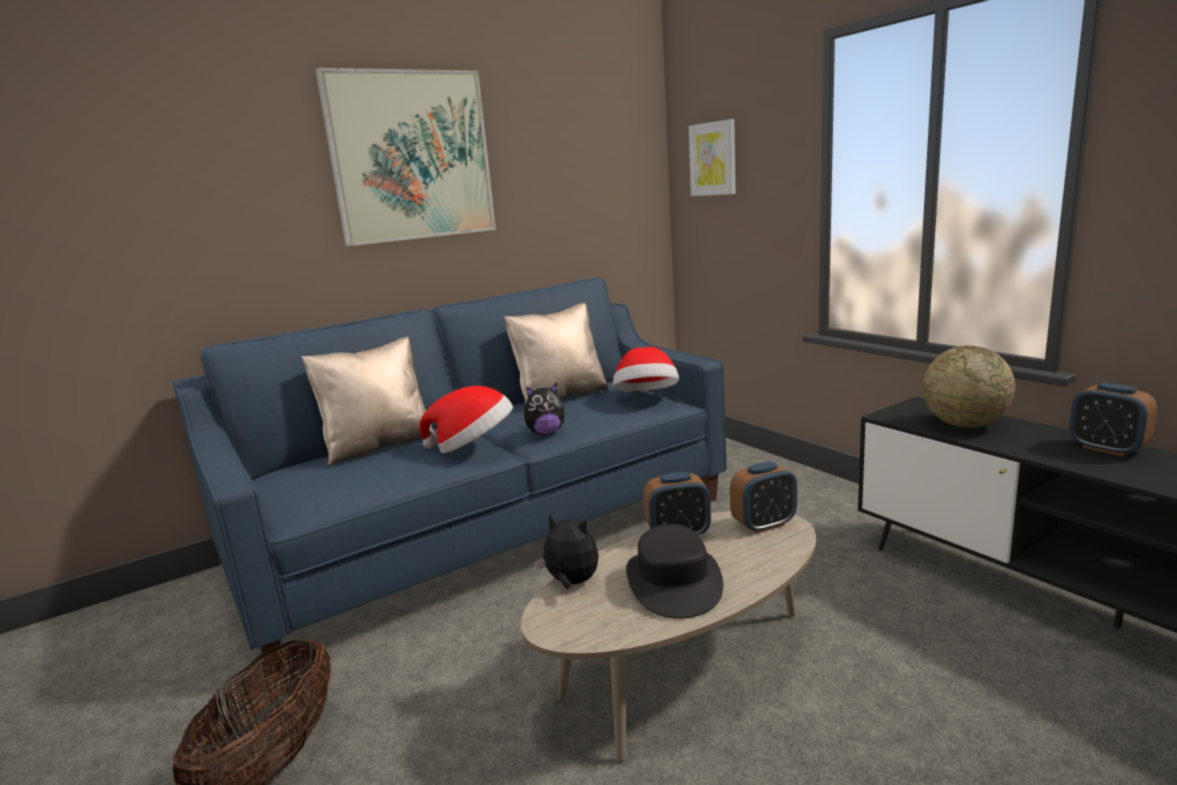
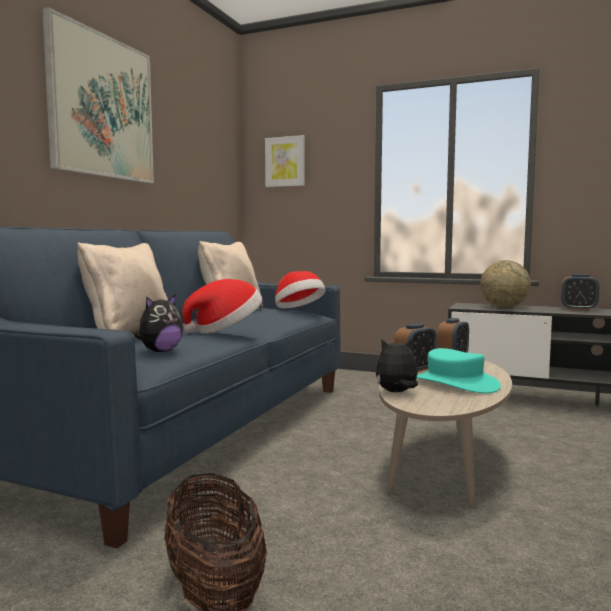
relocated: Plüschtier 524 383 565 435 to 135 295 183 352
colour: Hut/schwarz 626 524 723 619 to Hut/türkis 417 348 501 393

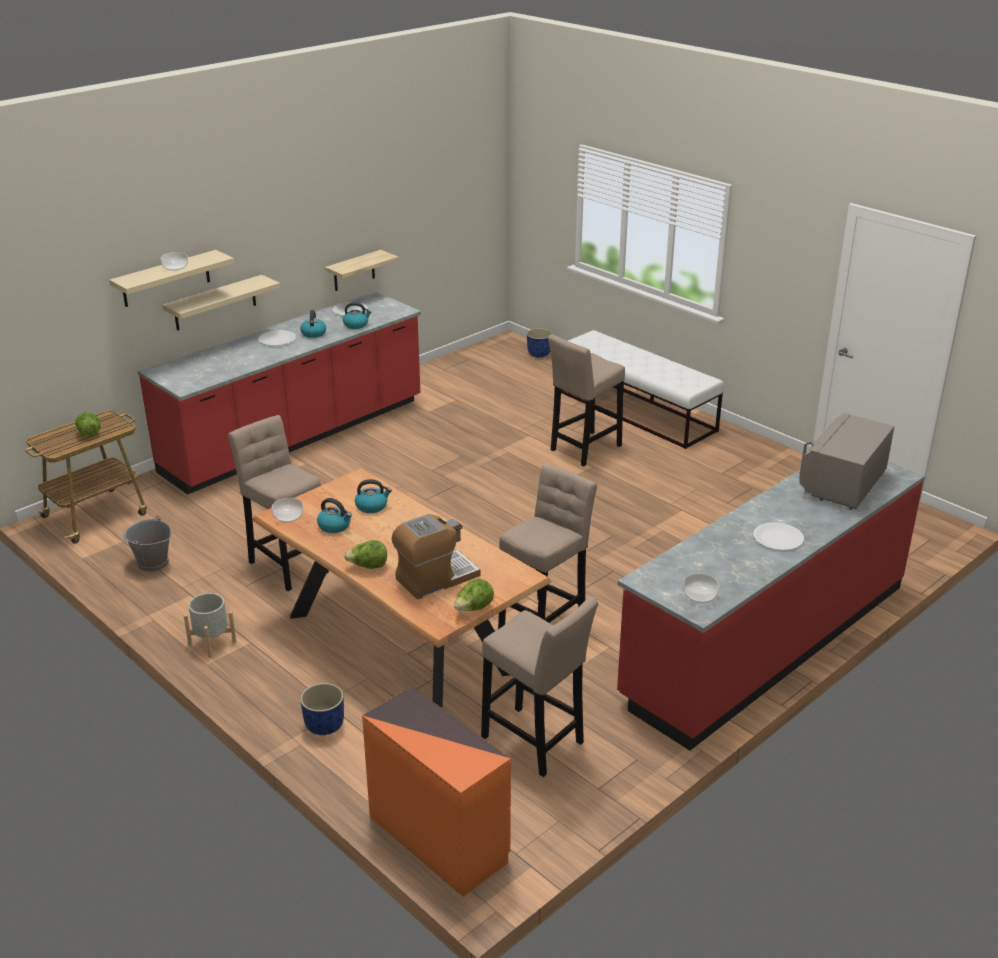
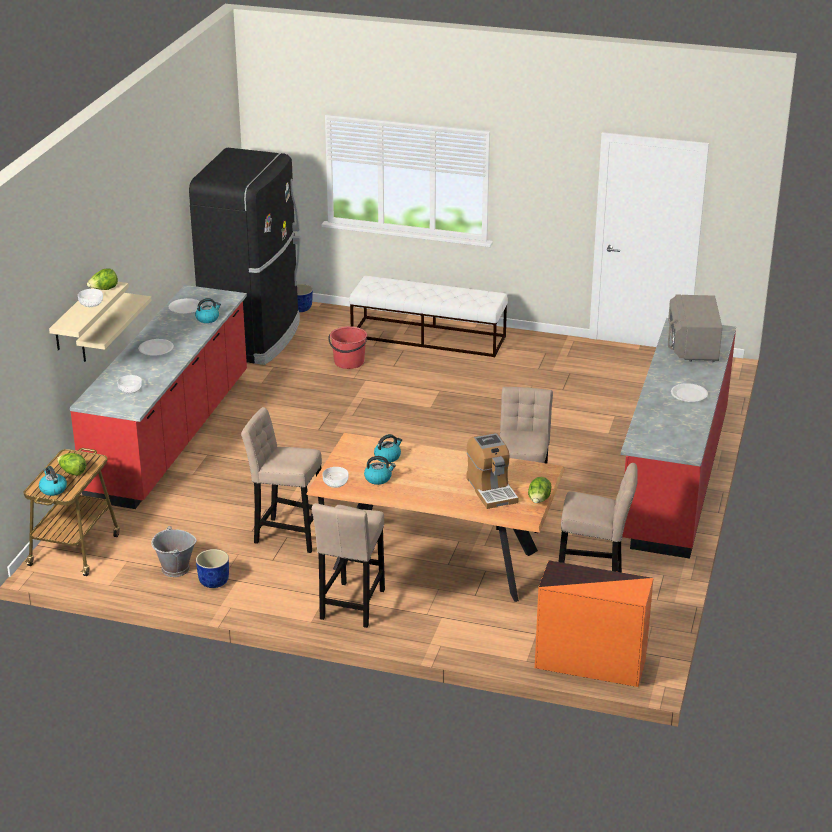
missing: Pflanzkübel/grau 184 593 236 658; Wandregal 325 250 399 291
appeared: Kühlschrank/schwarz 189 148 300 365; Eimer/rot 328 326 367 369
relocated: Wasserkessel 300 310 326 338 to 39 466 67 496; Pflanzkübel/blau 300 683 344 735 to 196 549 229 588; Salatkopf 344 540 387 569 to 87 269 118 290; Hocker/beige 548 334 625 466 to 312 503 385 628; Schüssel 683 574 719 603 to 117 375 142 394
spun: Kaffeemaschine 392 514 481 600 = 466 433 518 509 135 degrees clockwise

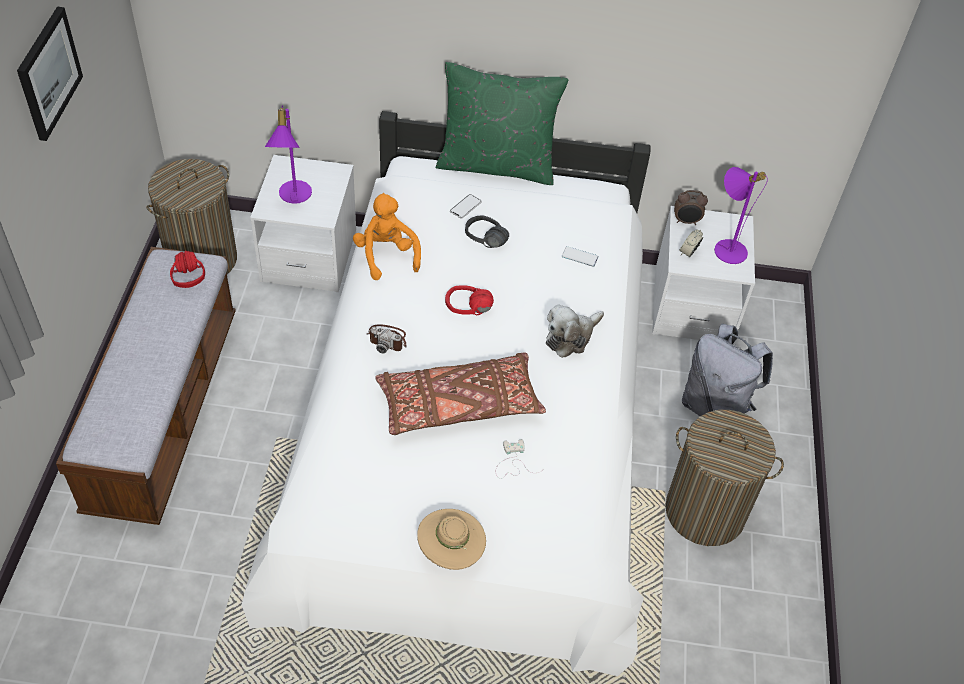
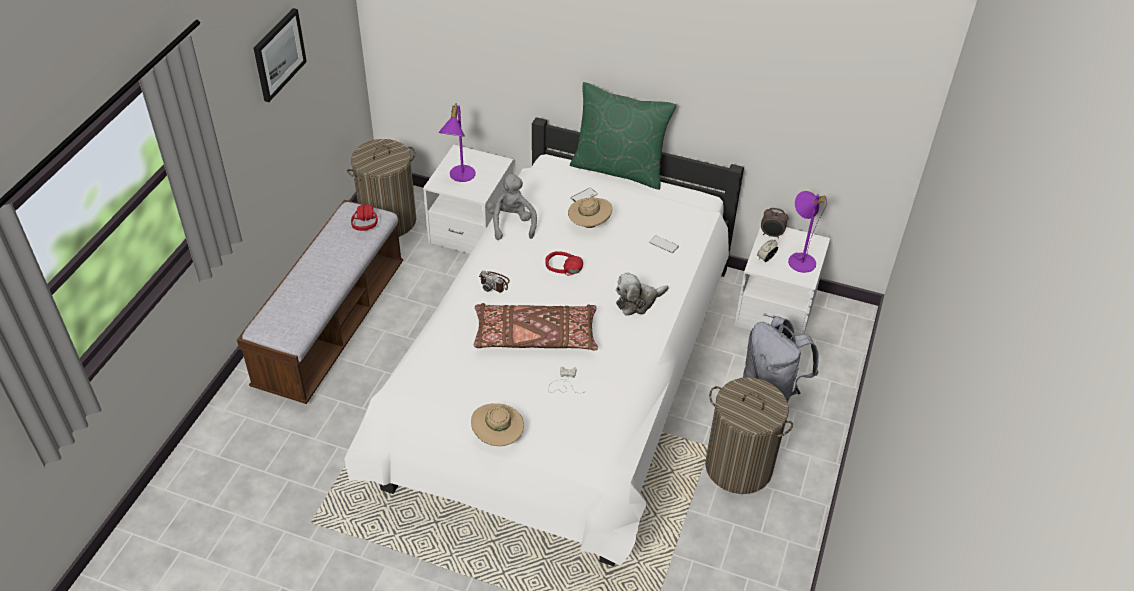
exchanged: Kopfhörer/schwarz 465 216 509 248 to Hut/beige 568 193 612 228
colour: Plüschtier/orange 353 193 421 280 to Plüschtier/grau 486 174 537 240

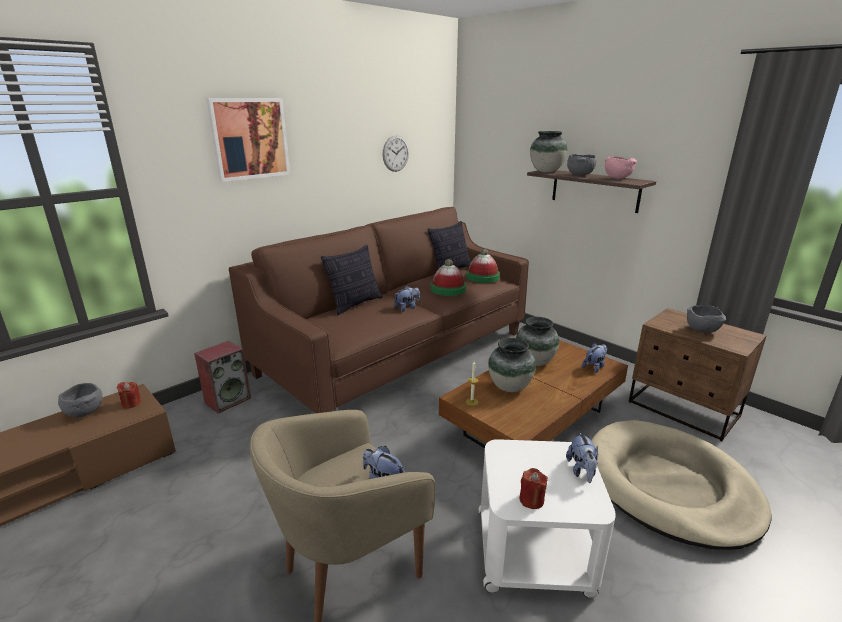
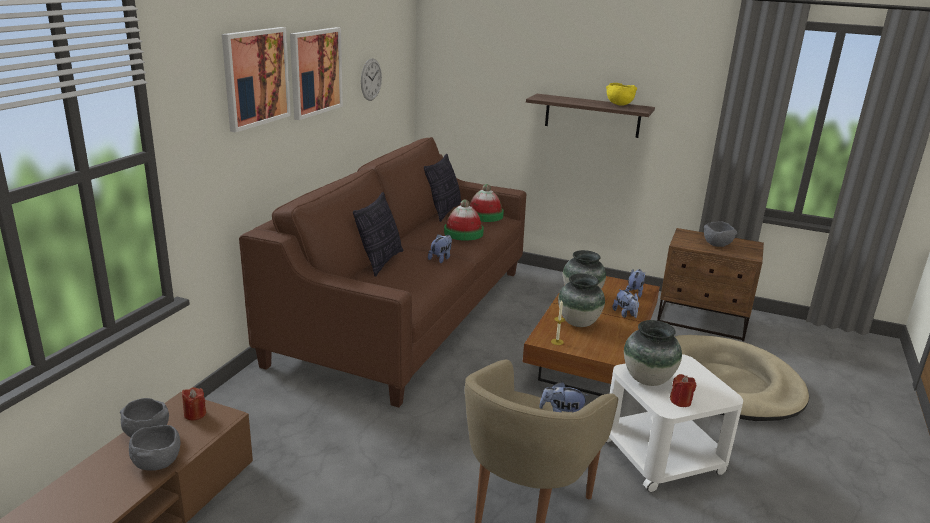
missing: Lautsprecher 194 341 251 414
appeared: Bild 290 27 343 120
relocated: Vase 530 131 567 173 to 624 320 682 386; Plüschtier 566 431 598 483 to 612 289 639 318; Schüssel/grau 567 154 597 176 to 129 425 180 471
colour: Schüssel/rosa 605 156 637 179 to Schüssel/gelb 606 83 637 106

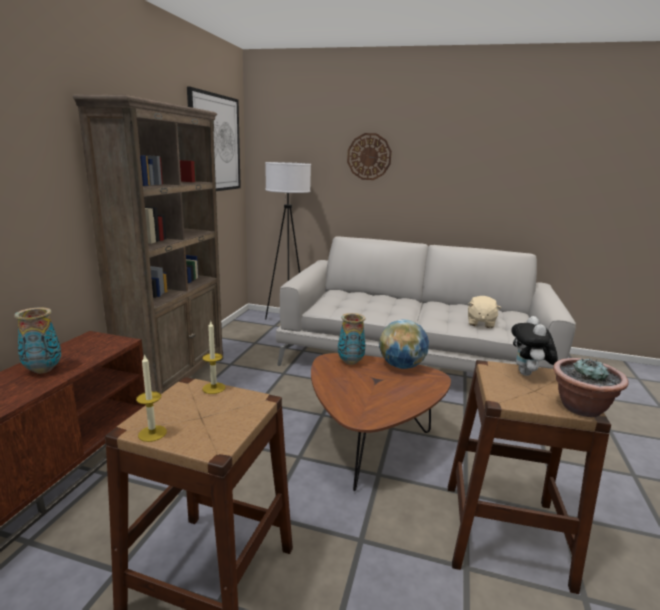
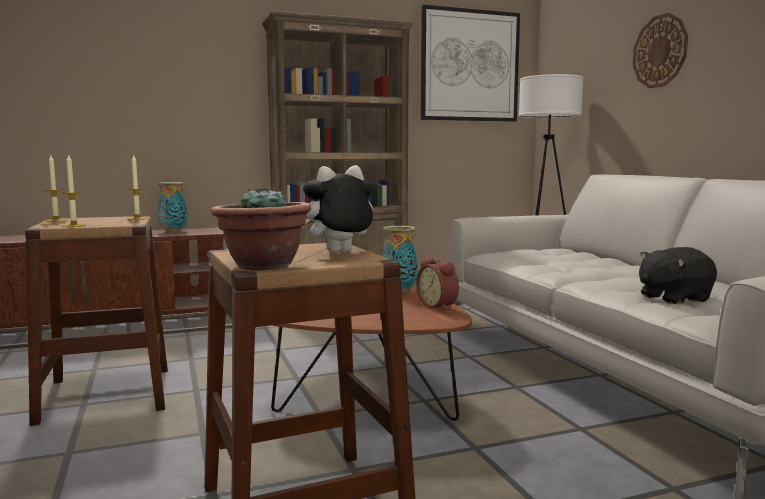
appeared: Kerze 61 155 86 227
exchanged: Globus 379 319 429 369 to Wecker 416 257 459 311
colour: Plüschtier/beige 468 296 501 328 to Plüschtier/schwarz 639 247 717 304

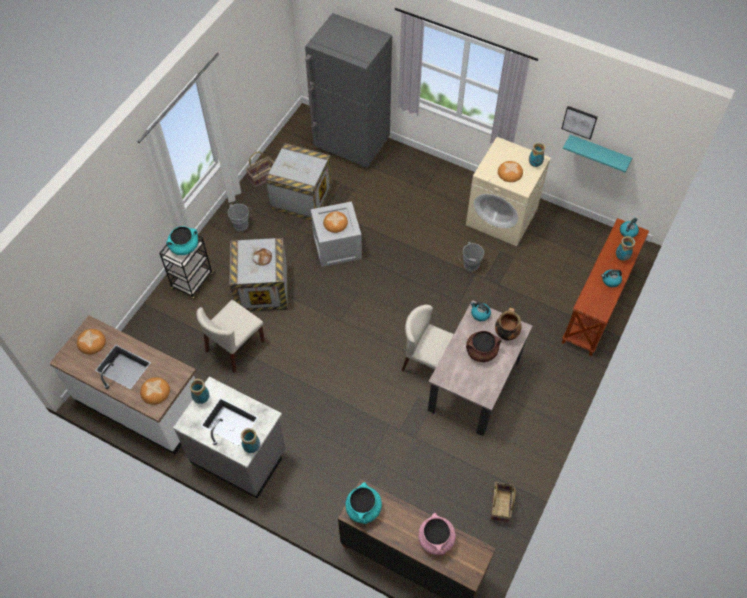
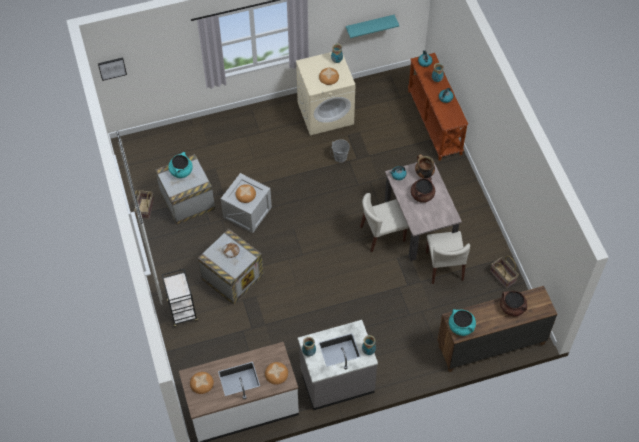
missing: Eimer/grau 228 204 253 231; Kühlschrank/grau 305 13 392 168
relocated: Kochtopf/türkis 166 226 198 255 to 168 152 193 178; Stuhl/beige 196 300 265 373 to 426 231 470 284; Bild 561 106 598 140 to 98 57 127 81
colour: Kochtopf/rosa 418 513 456 555 to Kochtopf/braun 500 291 527 316

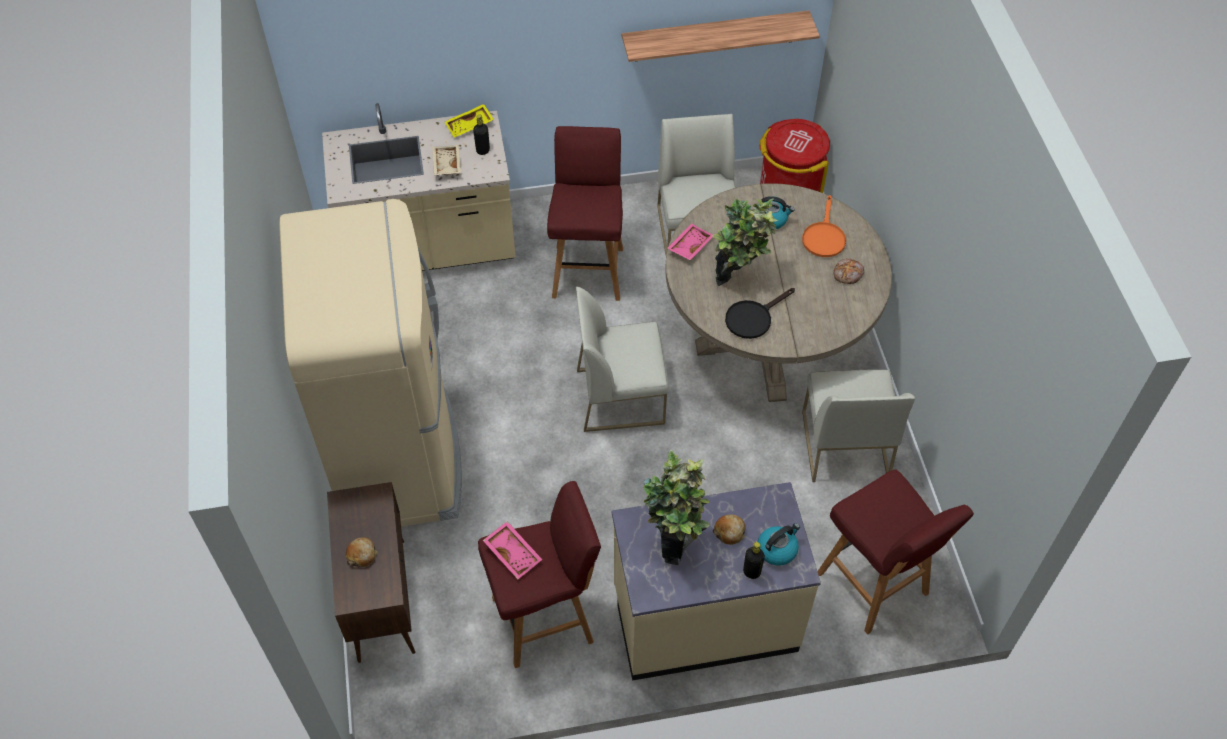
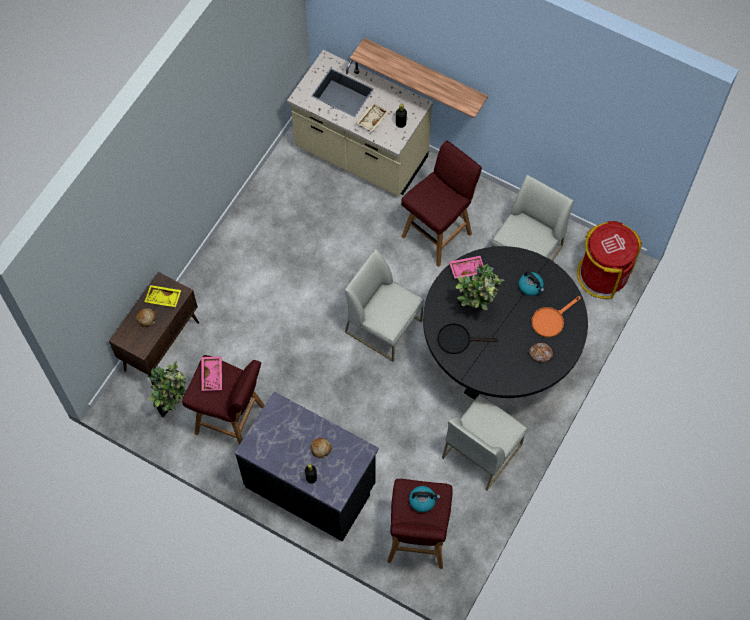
missing: Kühlschrank/beige 279 199 462 527
relocated: Tablett/gelb 445 104 494 137 to 144 285 181 307; Wandregal 622 11 820 62 to 350 38 488 118; Topfpflanze 643 450 710 565 to 147 361 188 418; Wasserkessel 758 523 800 565 to 409 486 440 512
colour: Küchenzeile/beige 612 482 821 681 to Küchenzeile/schwarz 234 392 379 542; Esstisch/beige 665 183 892 402 to Esstisch/schwarz 423 246 588 400

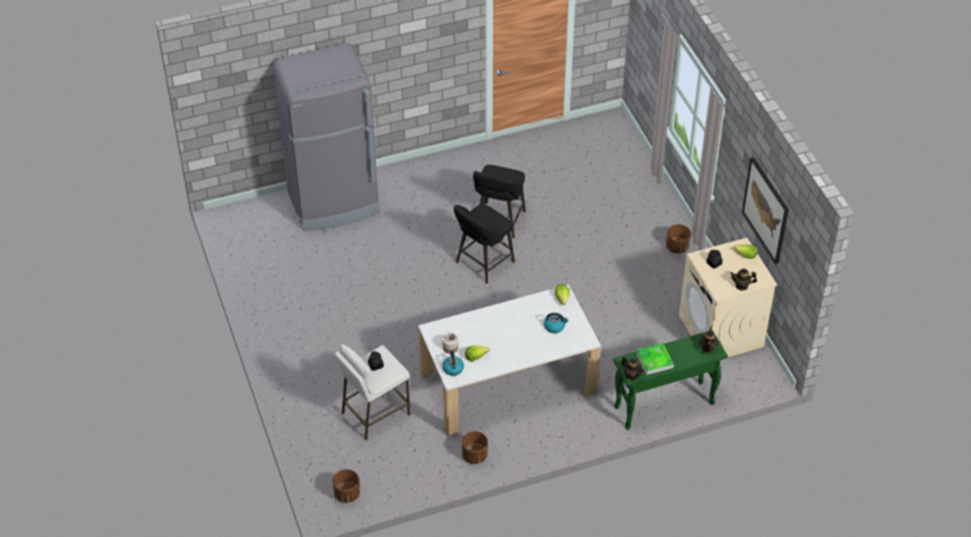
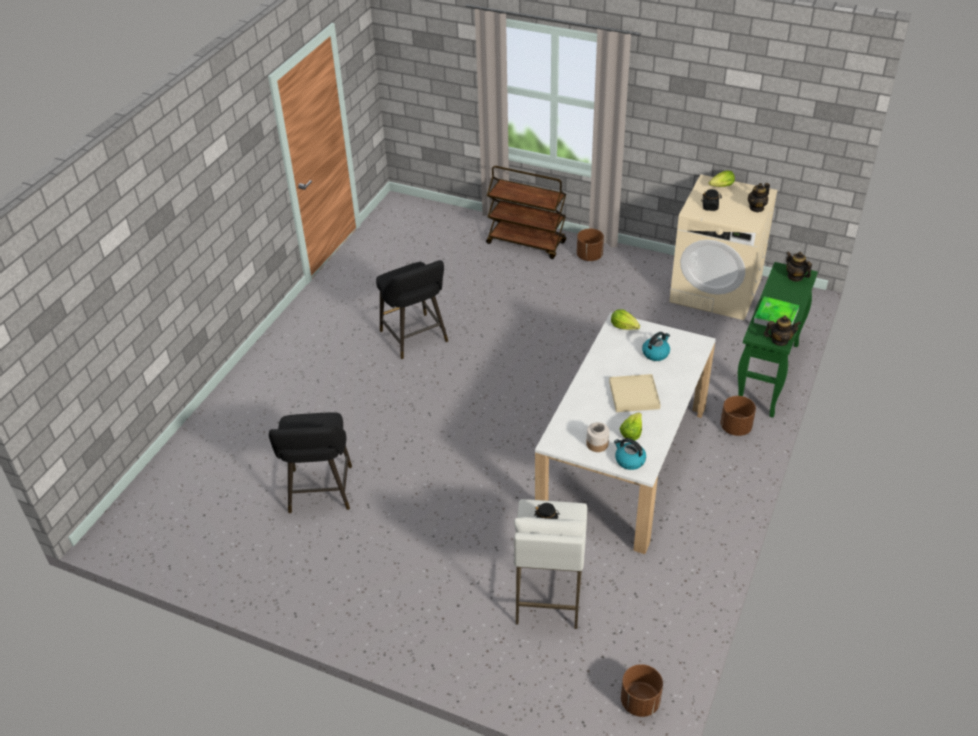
missing: Kühlschrank/grau 273 43 380 231; Bild 742 157 789 264
appeared: Rollwagen/braun 486 166 566 259; Tablett/beige 609 374 661 412
relocated: Hocker/schwarz 454 204 515 284 to 269 412 352 513; Pflanzkübel/braun 462 431 488 464 to 721 396 756 436

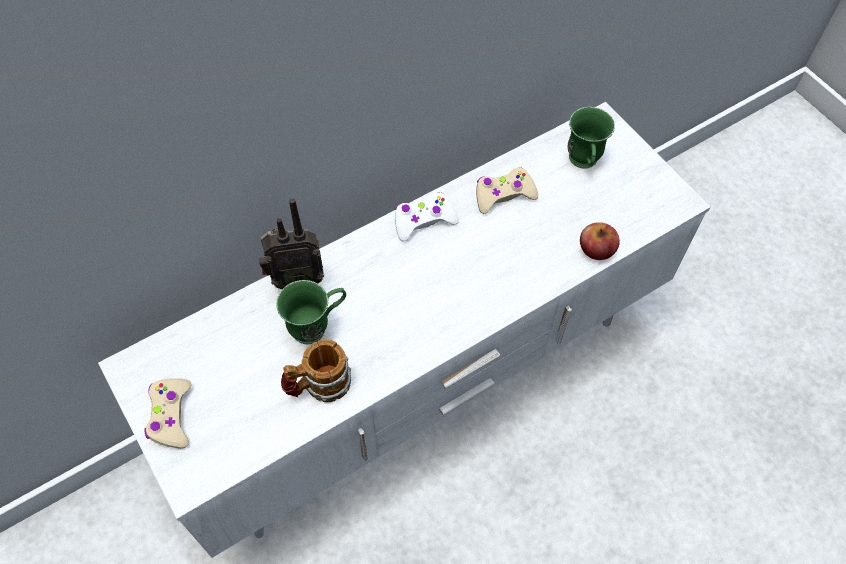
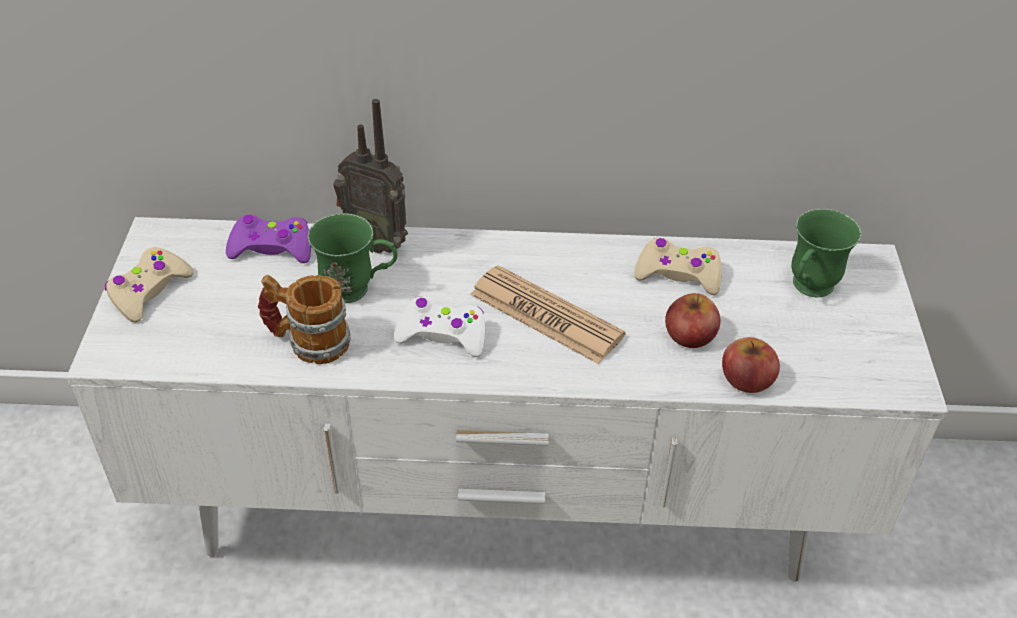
appeared: Gamepad/lila 226 215 311 263; Zeitung 470 265 626 364; Apfel 665 293 720 348
relocated: Gamepad/weiß 395 192 459 241 to 394 296 485 357

